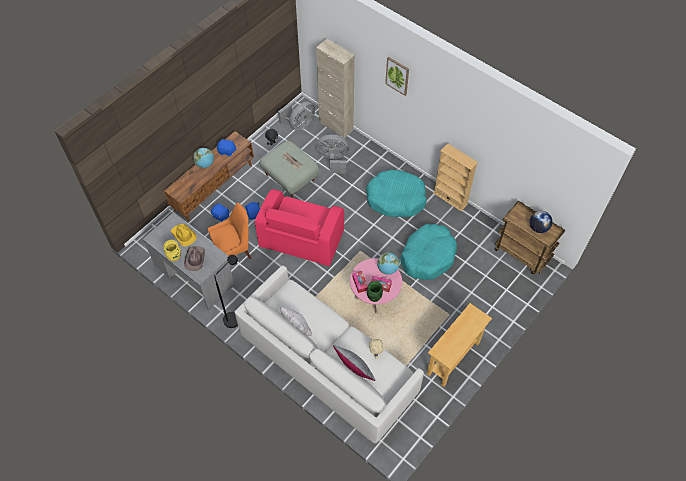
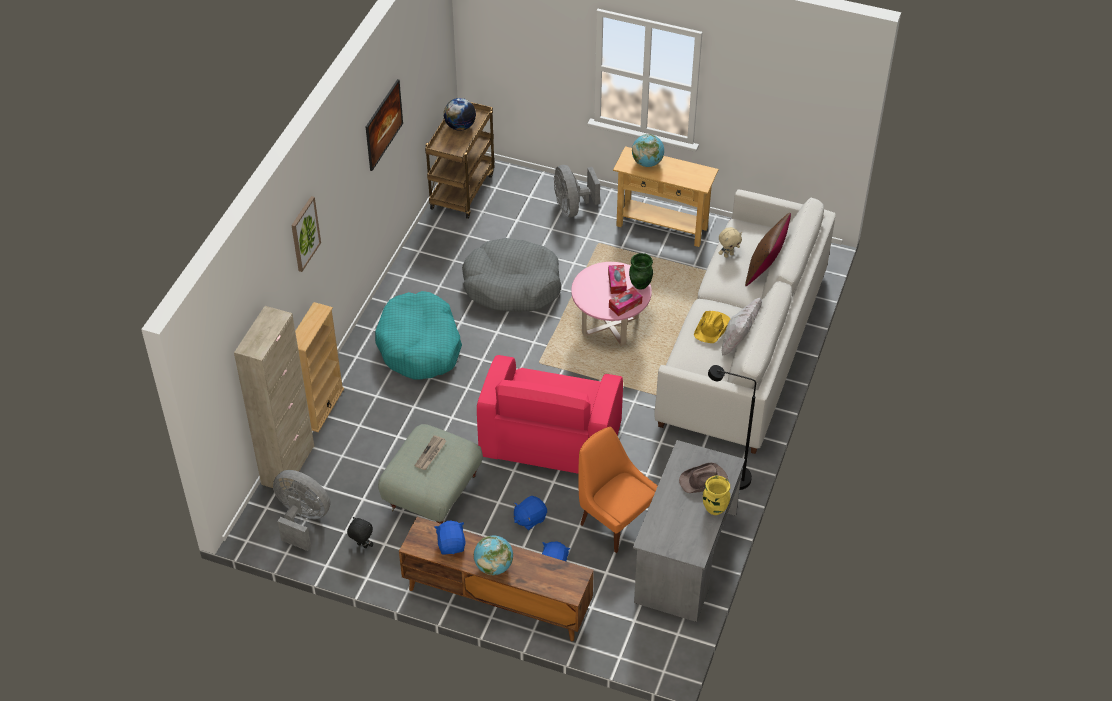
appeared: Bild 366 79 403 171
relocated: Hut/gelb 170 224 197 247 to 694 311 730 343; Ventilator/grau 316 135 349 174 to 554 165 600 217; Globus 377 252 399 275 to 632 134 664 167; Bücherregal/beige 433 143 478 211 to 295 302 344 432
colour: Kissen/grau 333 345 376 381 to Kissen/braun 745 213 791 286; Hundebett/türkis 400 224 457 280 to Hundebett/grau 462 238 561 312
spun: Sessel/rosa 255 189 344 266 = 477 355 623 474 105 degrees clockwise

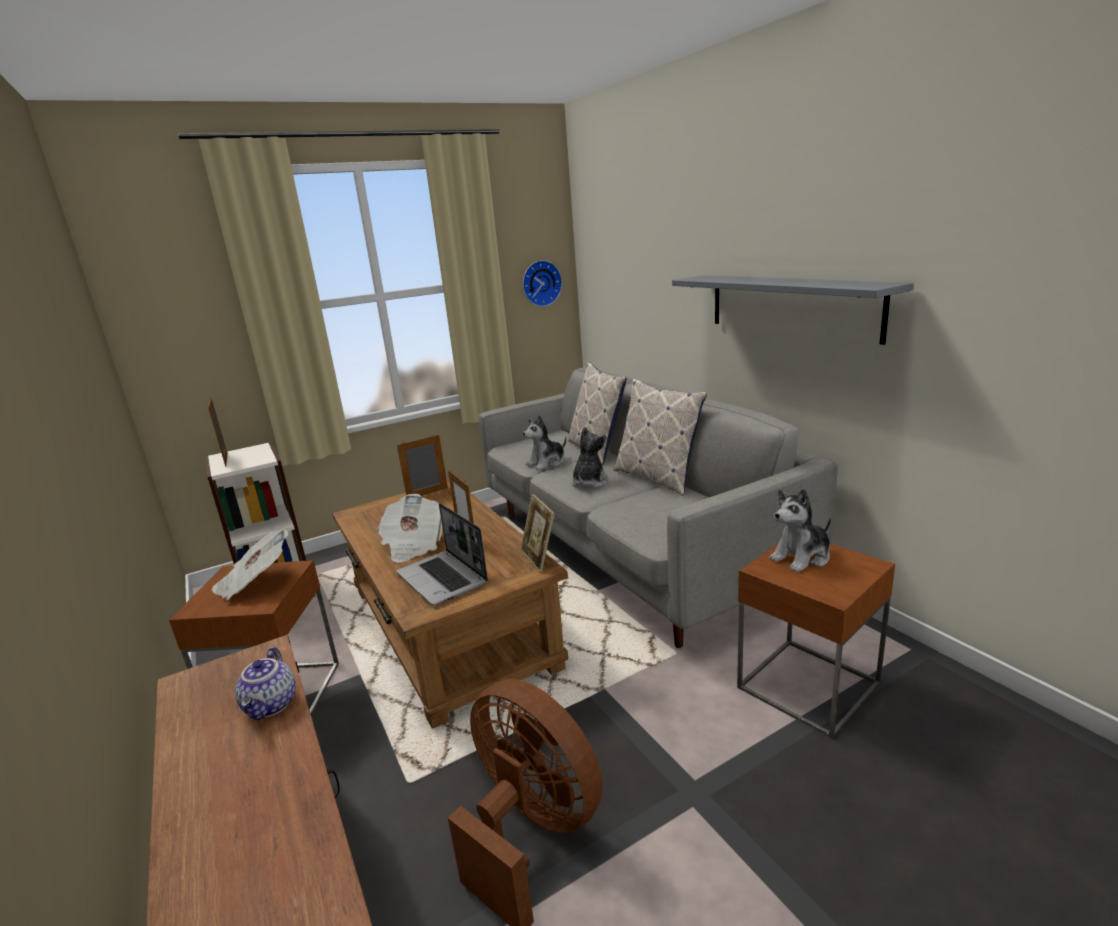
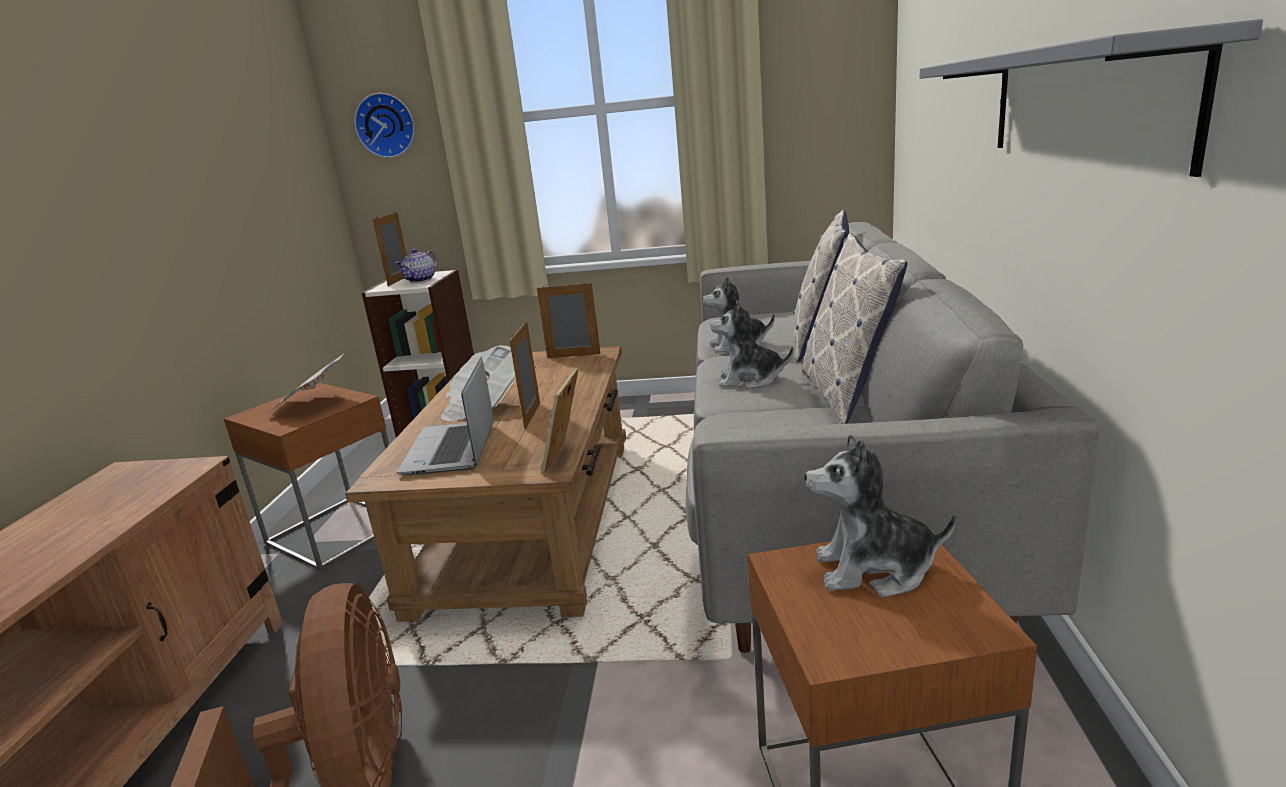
relocated: Teekanne 235 647 296 720 to 395 249 438 283; Wanduhr 523 260 562 307 to 354 93 414 158
spun: Plüschtier 572 427 607 488 = 710 301 794 389 135 degrees counterclockwise

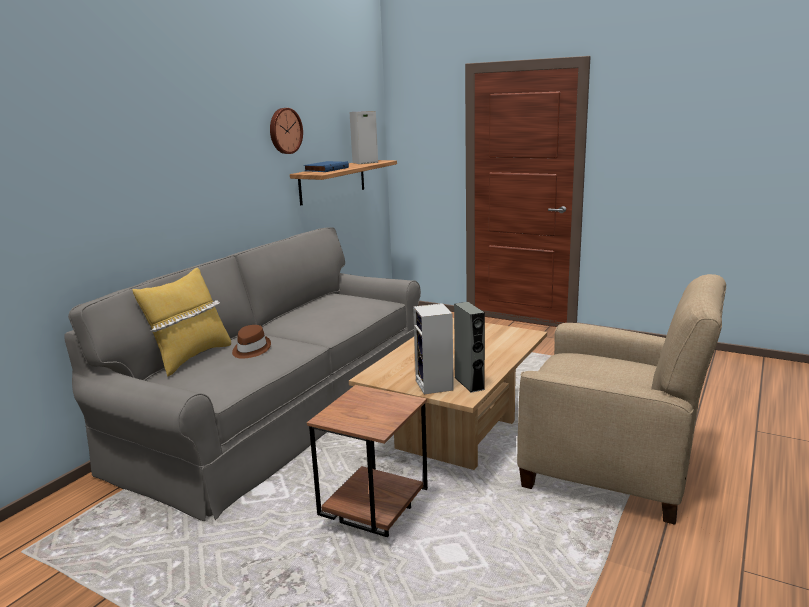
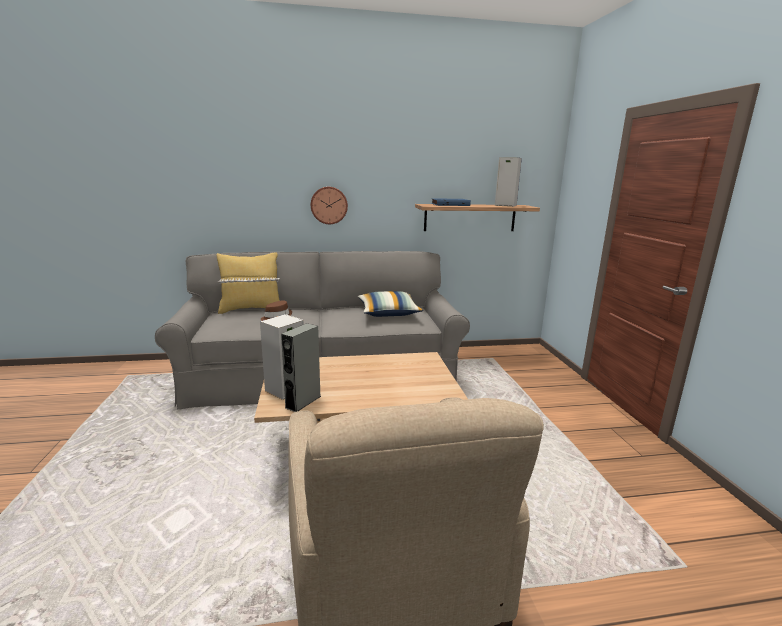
missing: Beistelltisch/braun 307 385 428 537
appeared: Kissen 358 291 423 317
relocated: Wanduhr 270 108 303 154 to 311 187 348 224

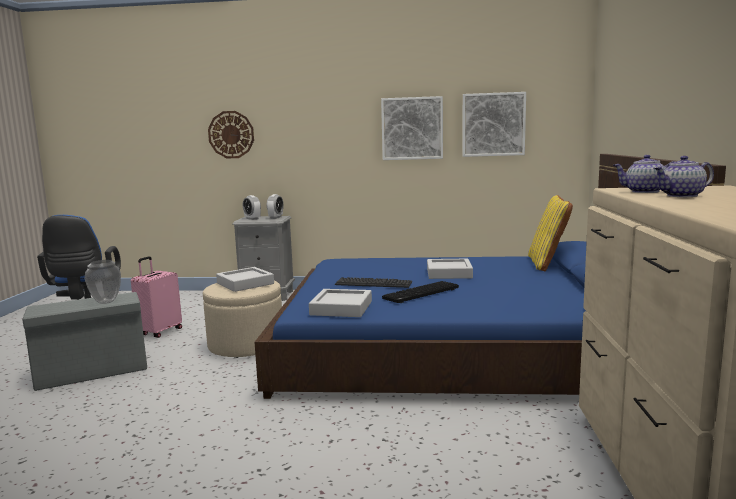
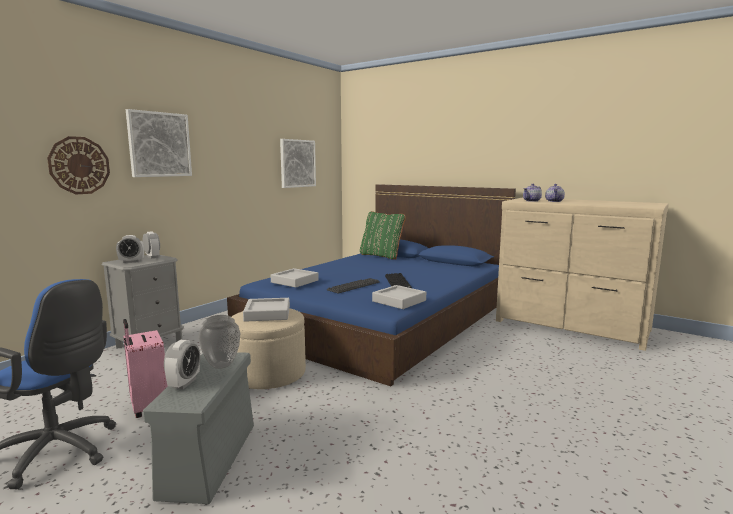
appeared: Wecker 164 340 200 389
relocated: Bild 381 96 443 160 to 126 109 192 177; Tablett/grau 427 258 473 279 to 270 268 319 288
colour: Kissen/gelb 528 195 573 271 to Kissen/grün 360 211 406 259

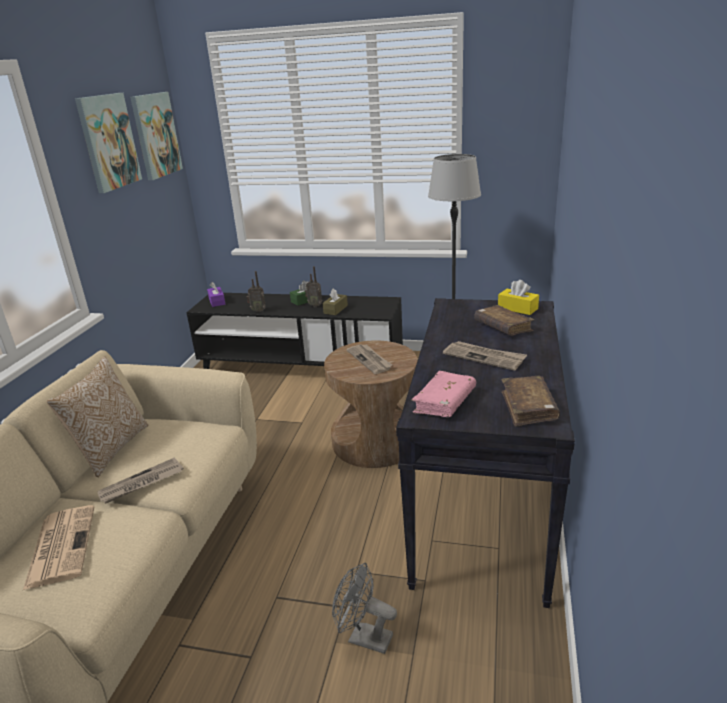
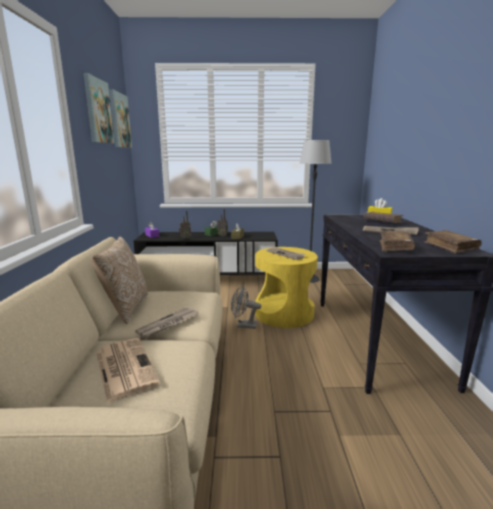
relocated: Ventilator/grau 332 563 397 654 to 231 285 261 329
colour: Beistelltisch/braun 324 340 418 468 to Beistelltisch/gelb 255 247 318 328; Buch/rosa 411 371 476 417 to Buch/braun 380 231 415 252

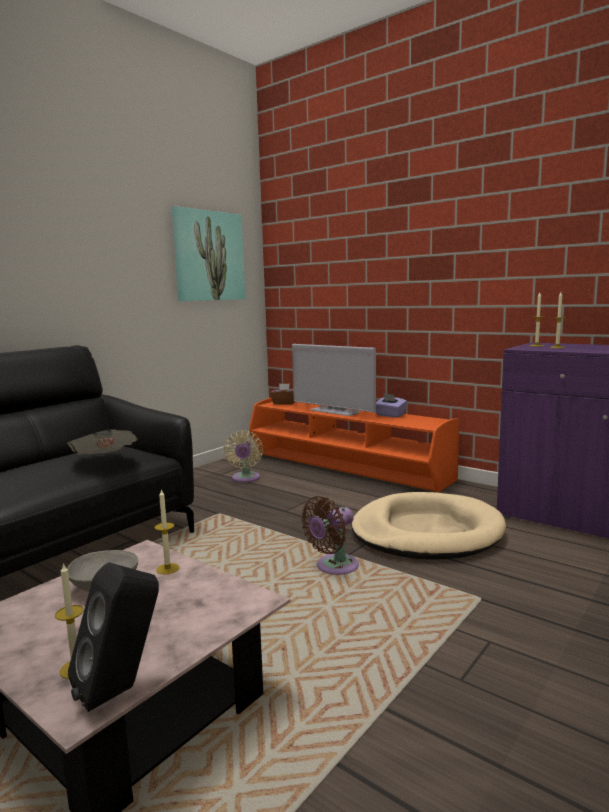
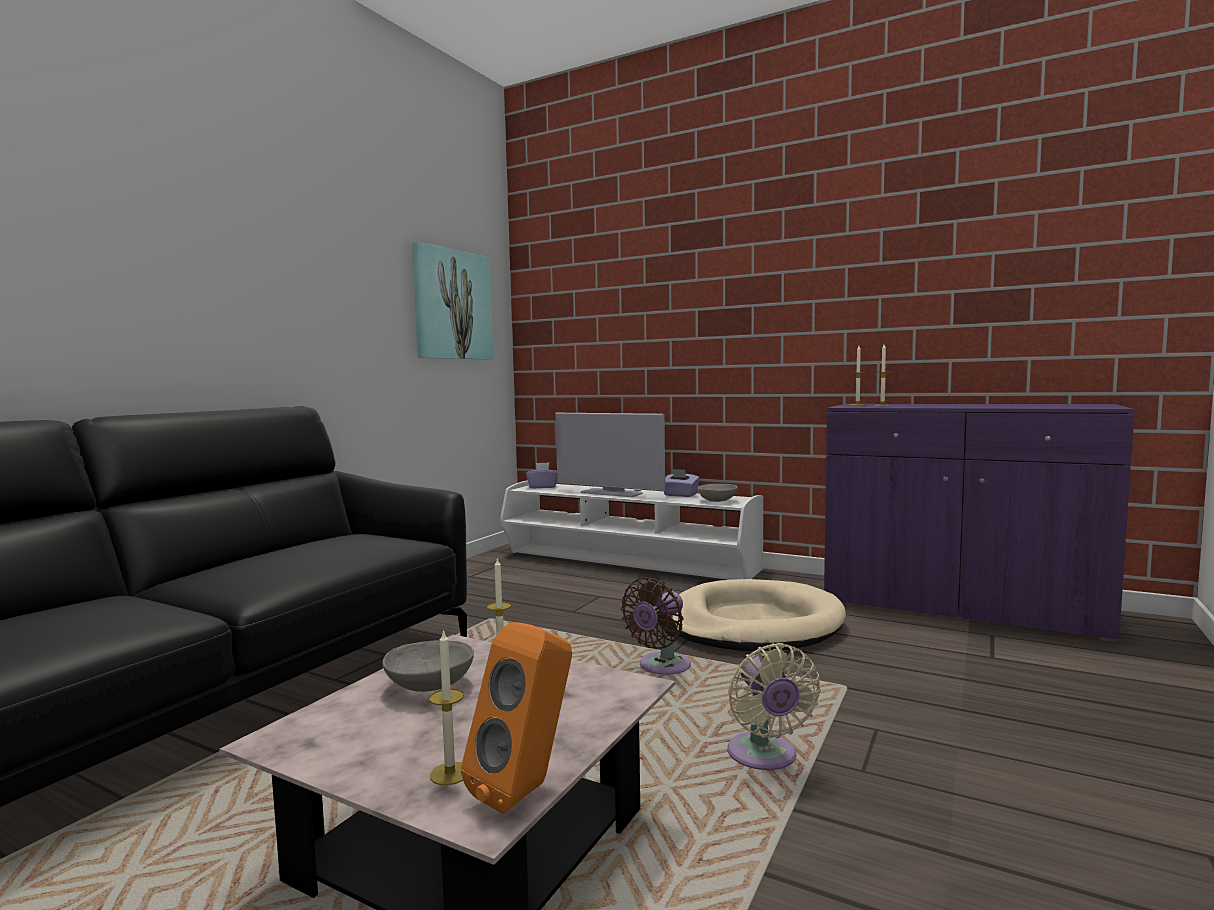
missing: Zeitung 67 429 138 455
appeared: Schüssel/grau 698 484 738 502
relocated: Ventilator/beige 224 430 263 483 to 728 643 821 770
colour: Lautsprecher/schwarz 68 562 159 712 to Lautsprecher/orange 461 622 572 814; Fernsehschrank/orange 249 398 459 493 to Fernsehschrank/weiß 500 481 763 580; Taschentuchbox/braun 270 383 295 405 to Taschentuchbox/lila 526 462 557 488

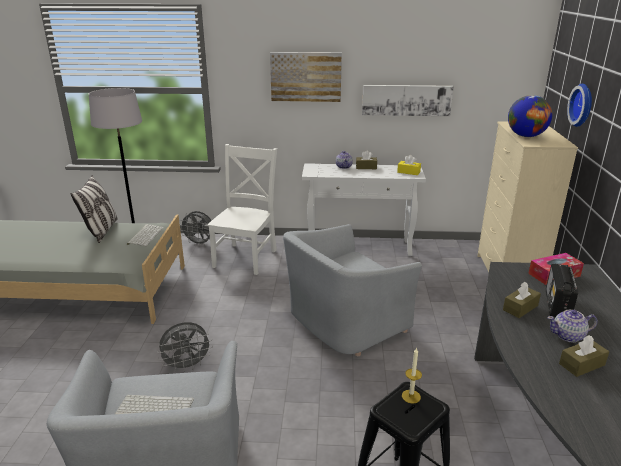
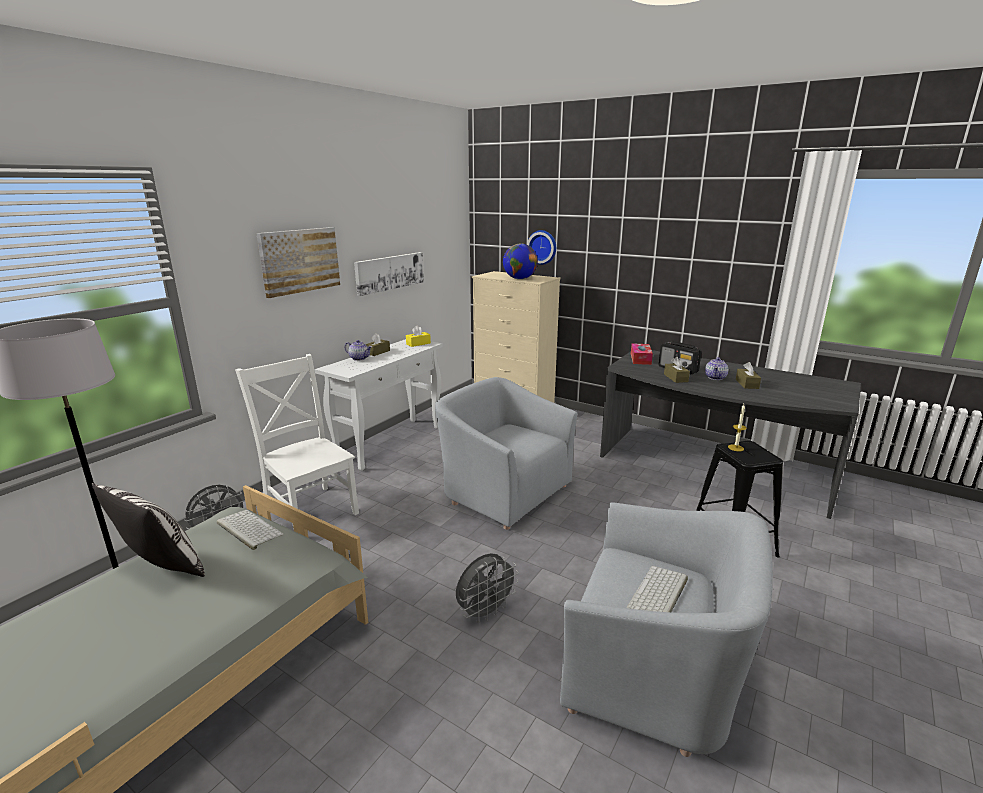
spun: Ventilator/grau 157 322 213 372 = 456 553 519 623 45 degrees clockwise; Sessel/grau 283 224 422 356 = 435 377 578 530 135 degrees clockwise

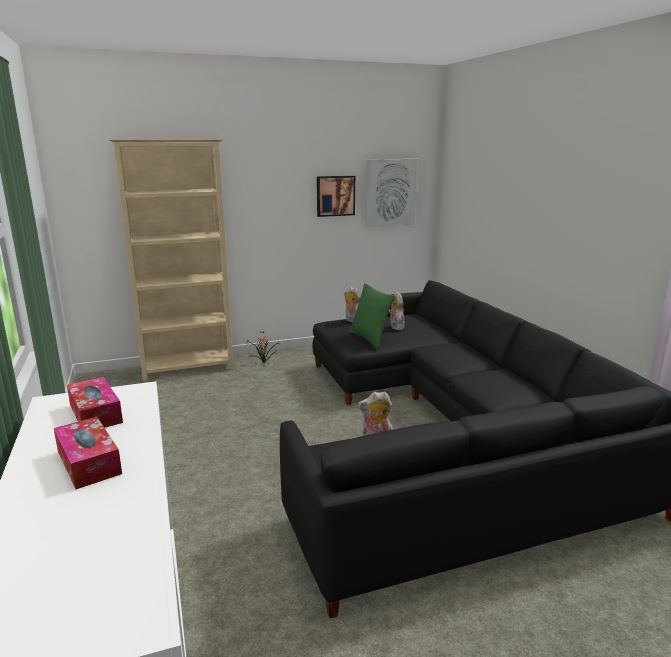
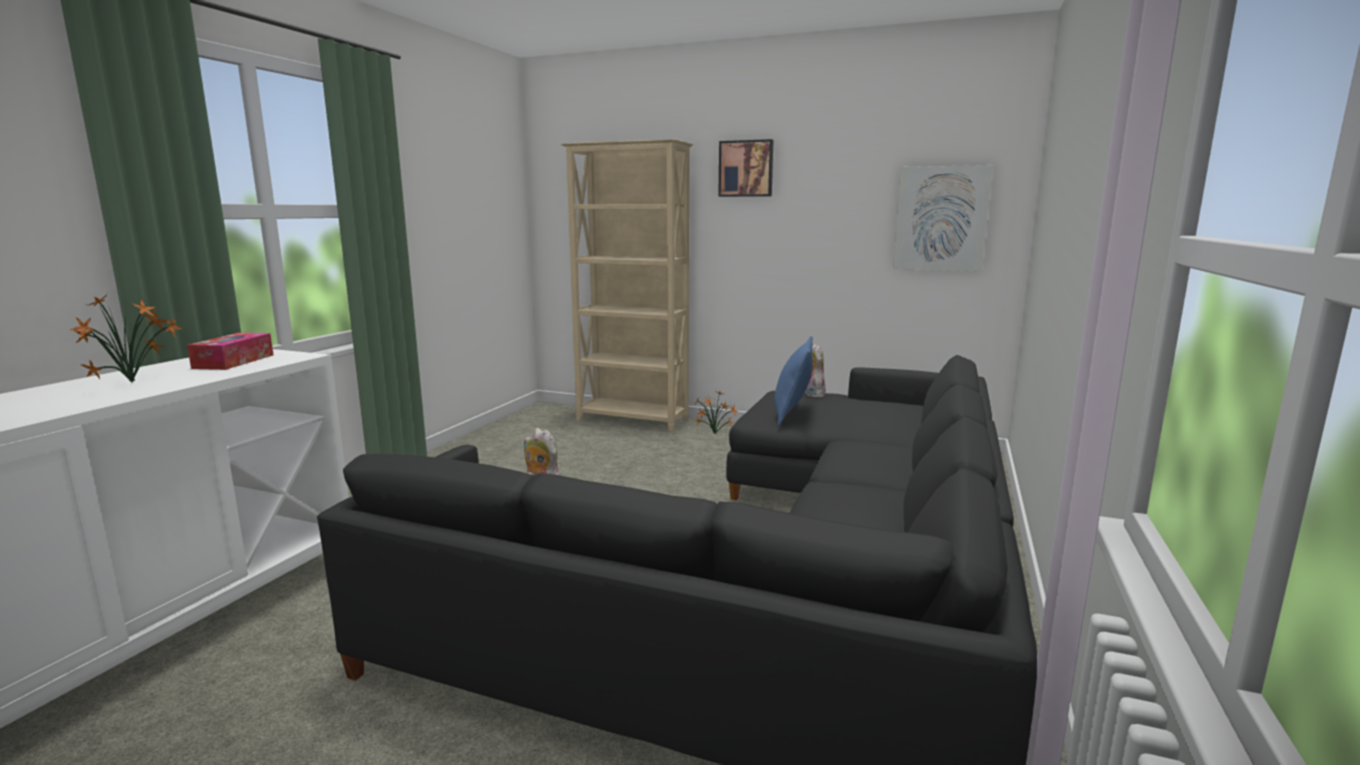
missing: Plüschtier 389 291 405 330
relocated: Bild 317 176 355 217 to 718 139 774 197
exchanged: Taschentuchbox 54 417 122 489 to Topfpflanze 70 294 182 383
colour: Kissen/grün 349 283 395 348 to Kissen/blau 775 336 813 426

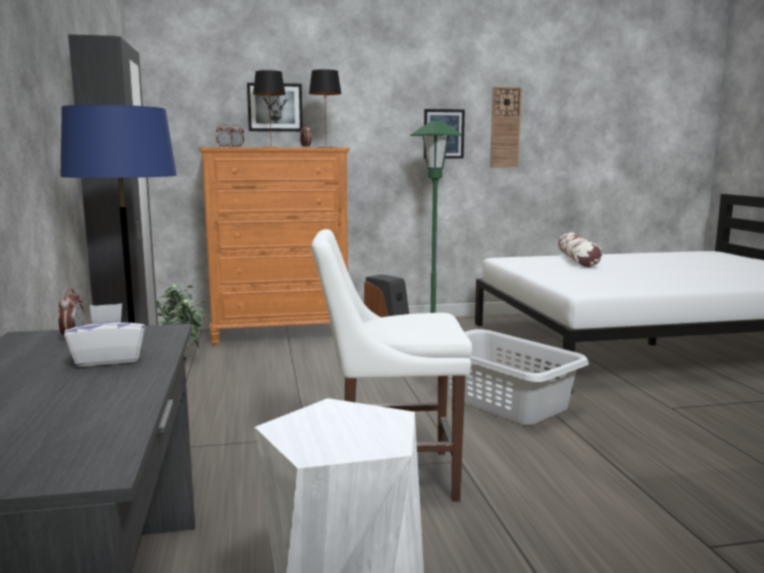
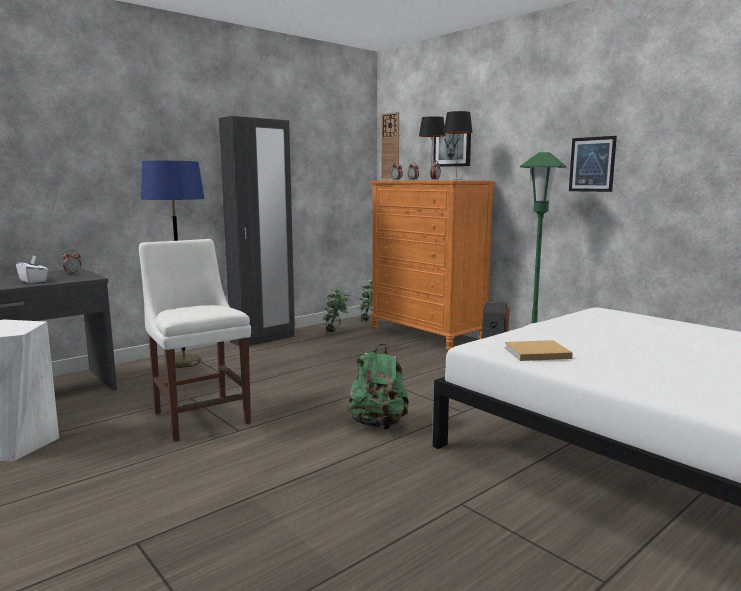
missing: Kissen 558 233 602 267
appeared: Buch/beige 504 340 573 361
relocated: Wanduhr 490 87 522 168 to 381 112 399 179
exchanged: Wäschekorb/grau 447 329 589 425 to Rucksack/grün 346 343 409 430

